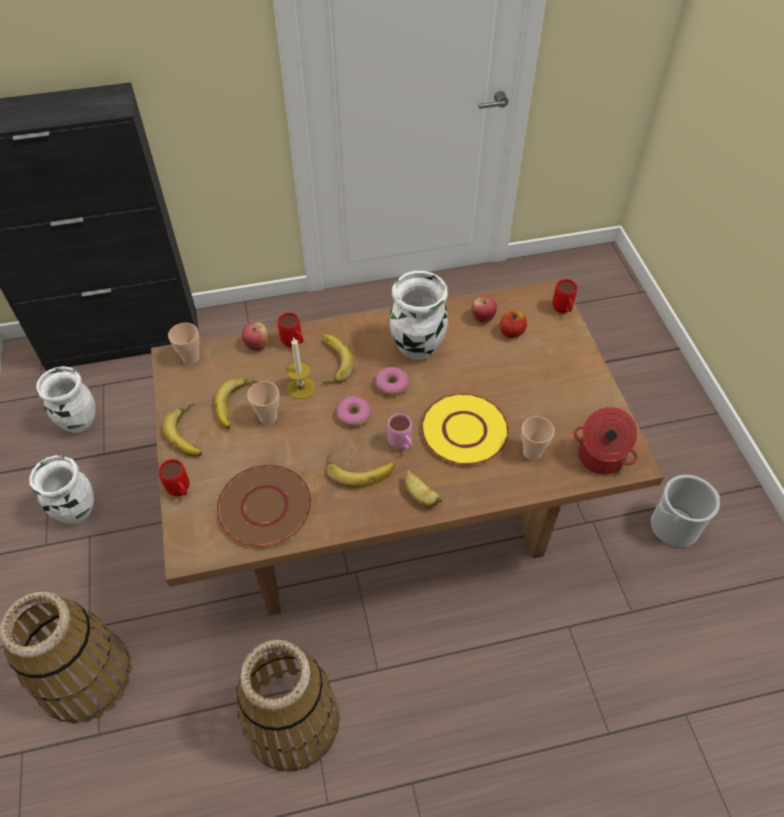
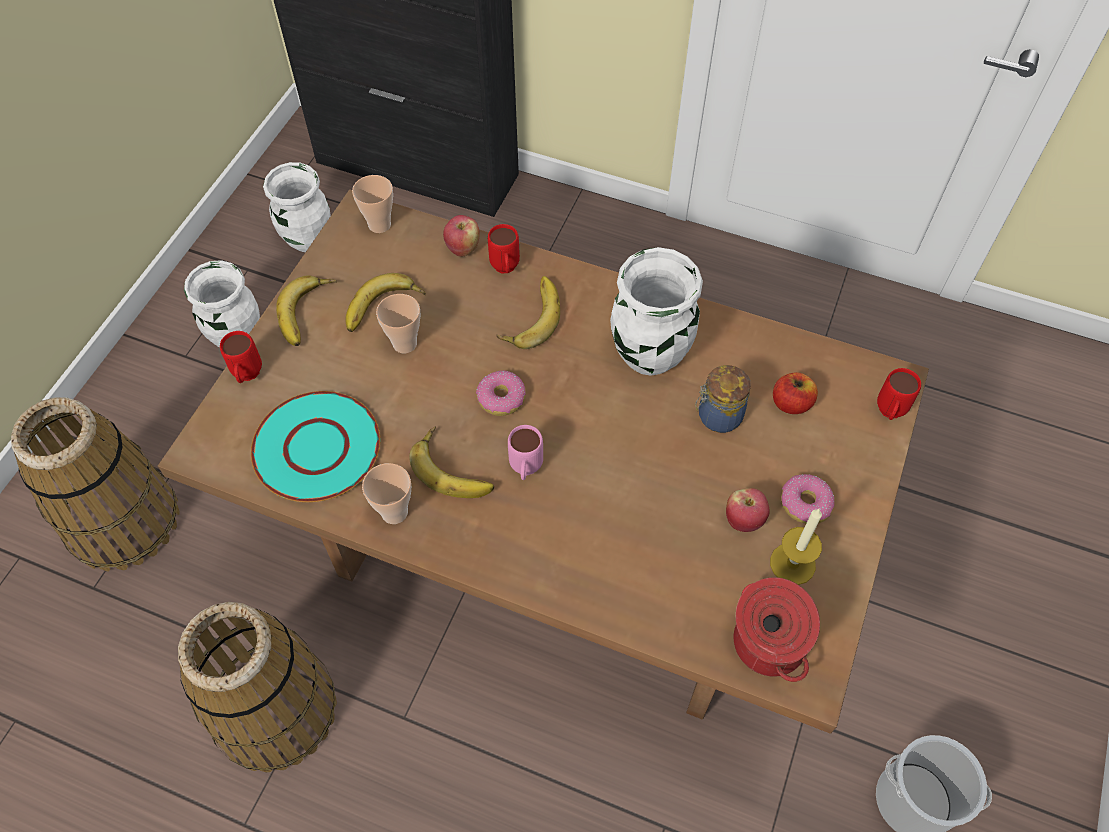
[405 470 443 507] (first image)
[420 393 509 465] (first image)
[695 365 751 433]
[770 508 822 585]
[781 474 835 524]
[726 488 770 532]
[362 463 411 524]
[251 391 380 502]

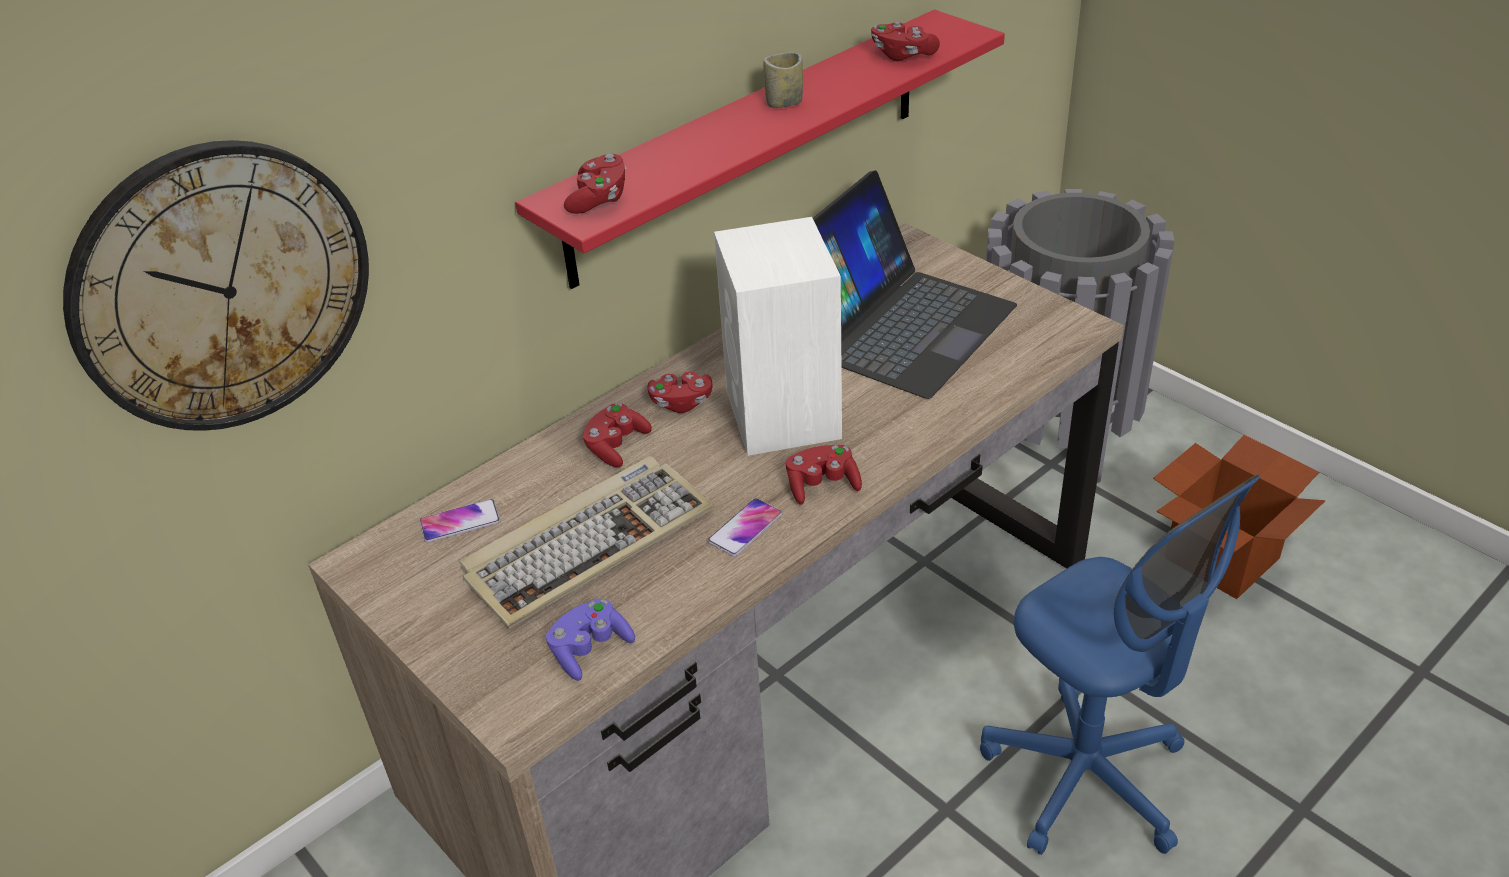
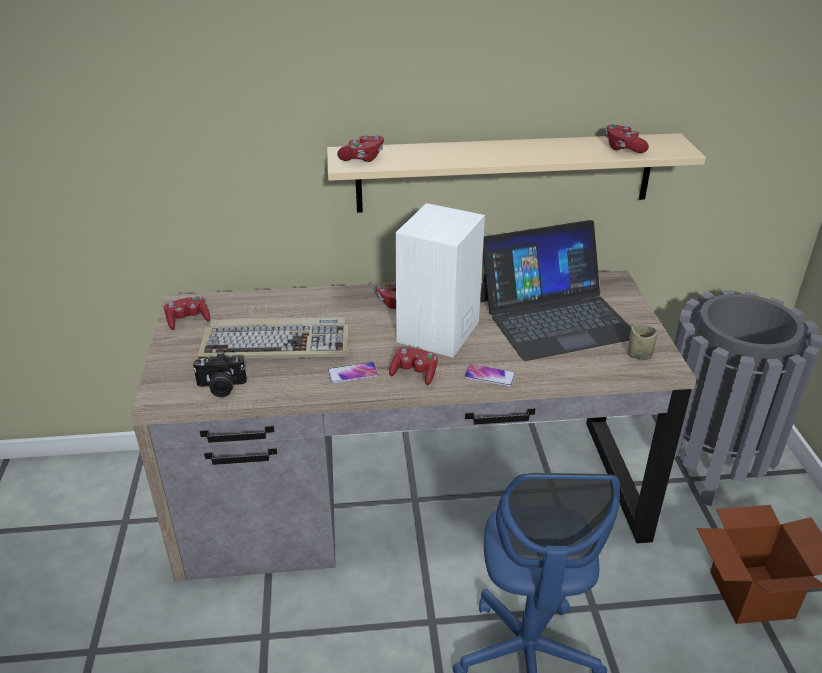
[63 140 369 431] (first image)
[464 364 516 387]
[164 296 210 330]
[628 324 658 360]
[193 353 247 397]
[327 133 706 213]

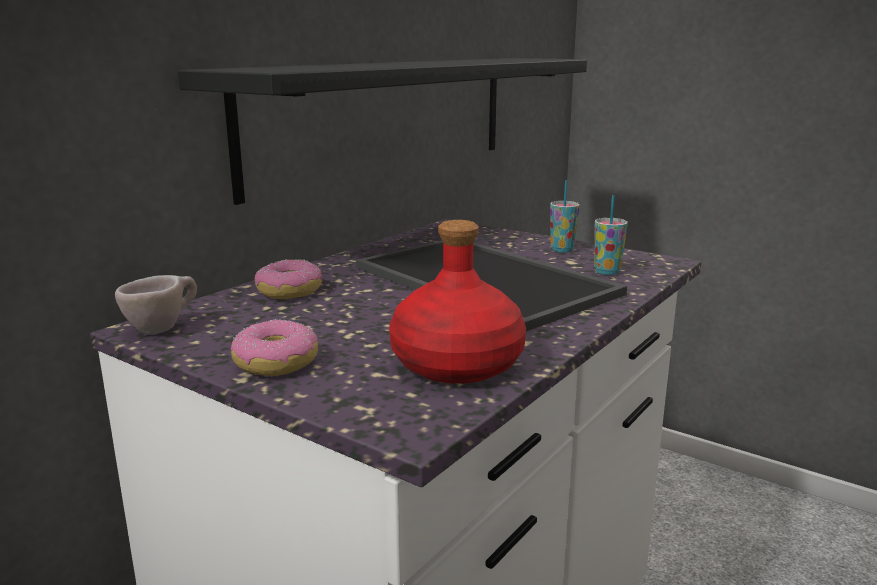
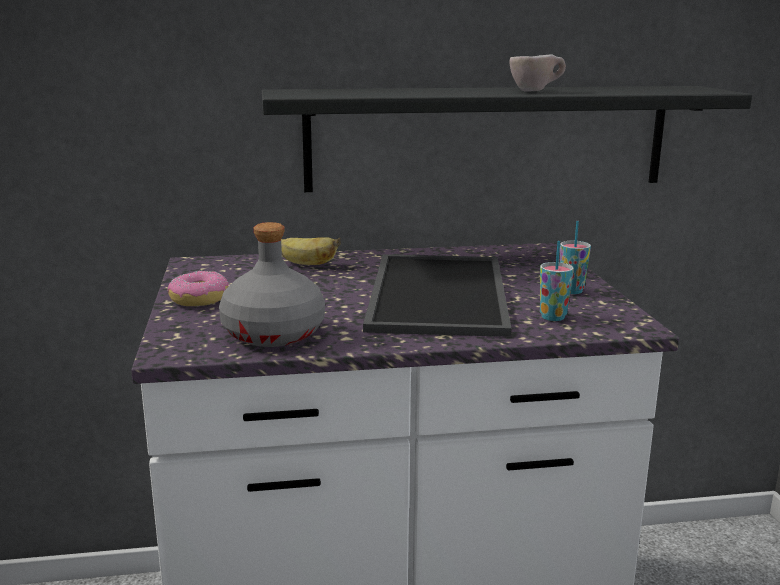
[509 54 566 92]
[281 237 341 265]
[219 222 325 347]

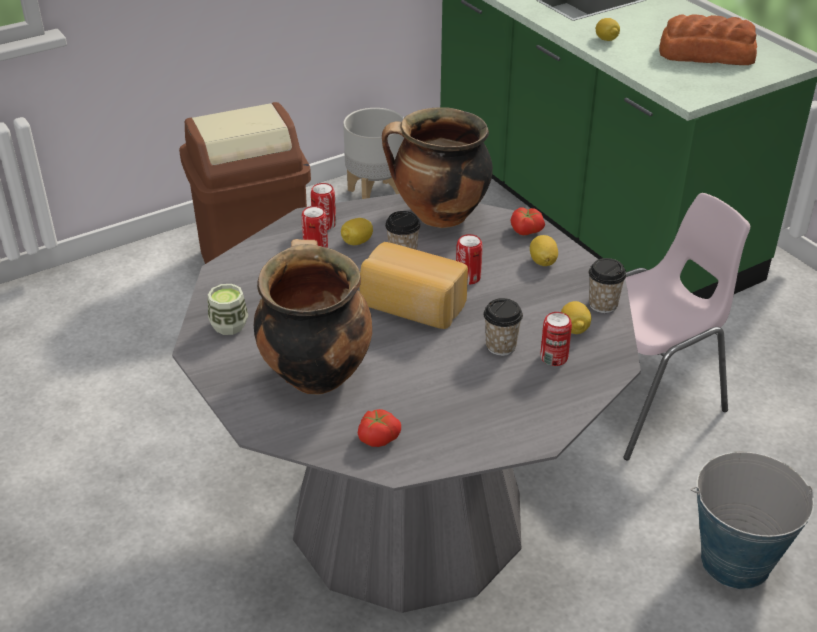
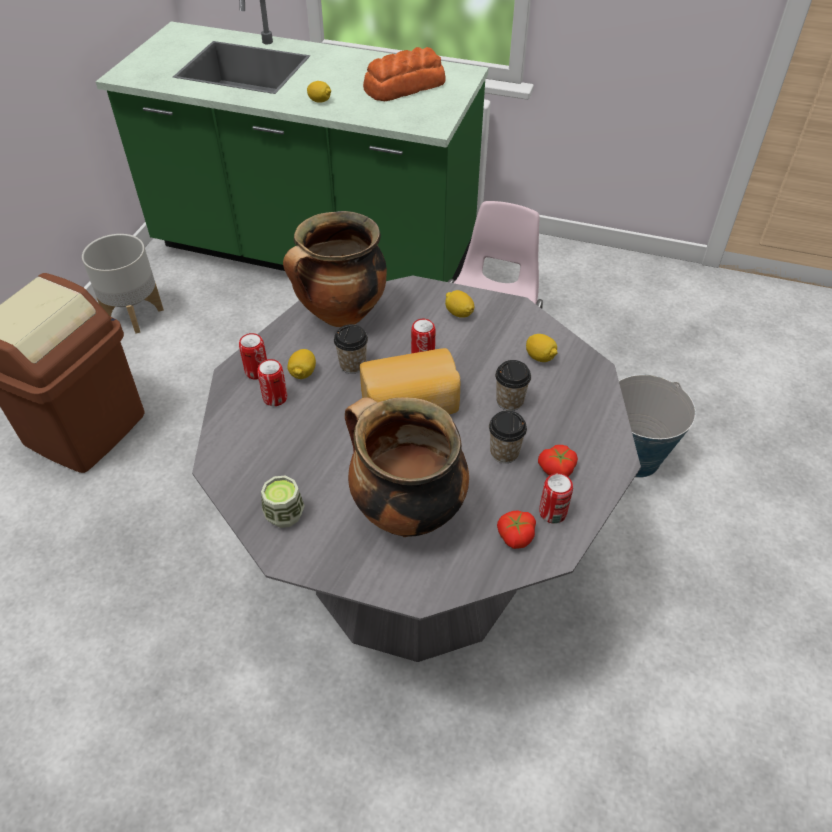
[538 445 578 477]
[539 473 573 524]
[489 410 527 463]

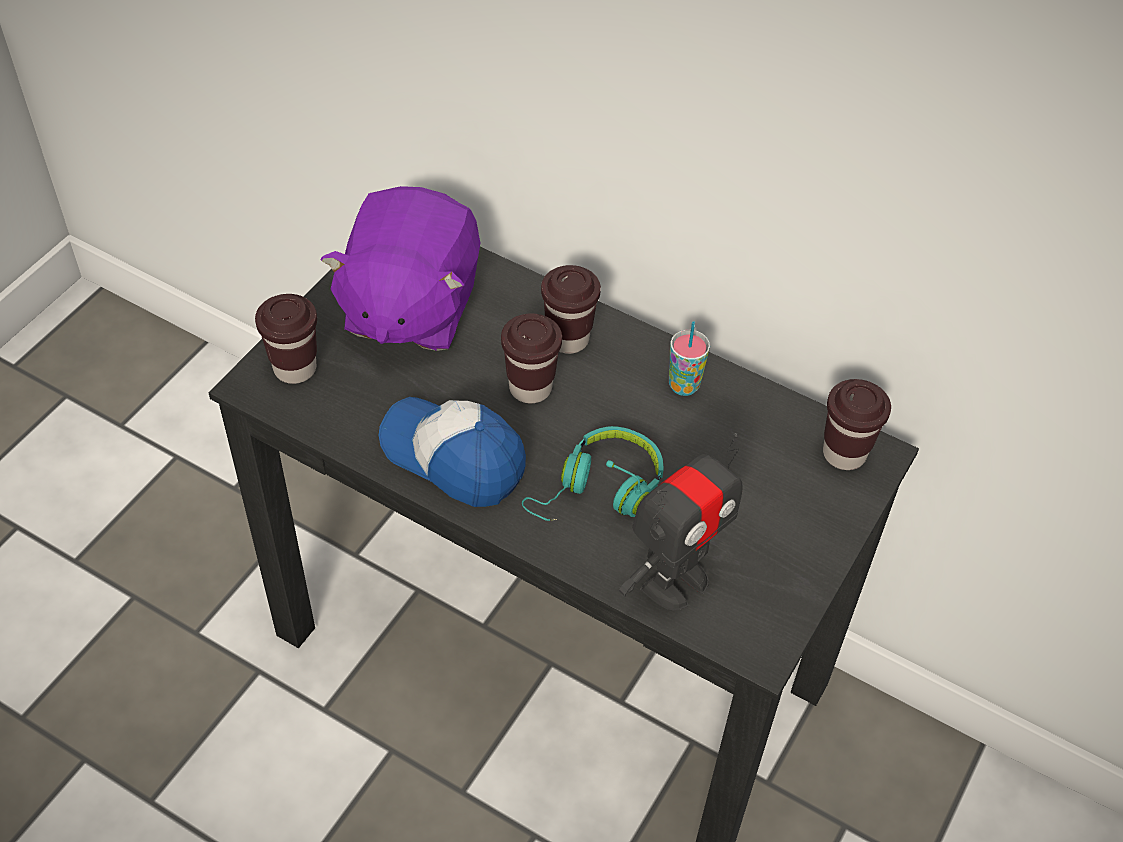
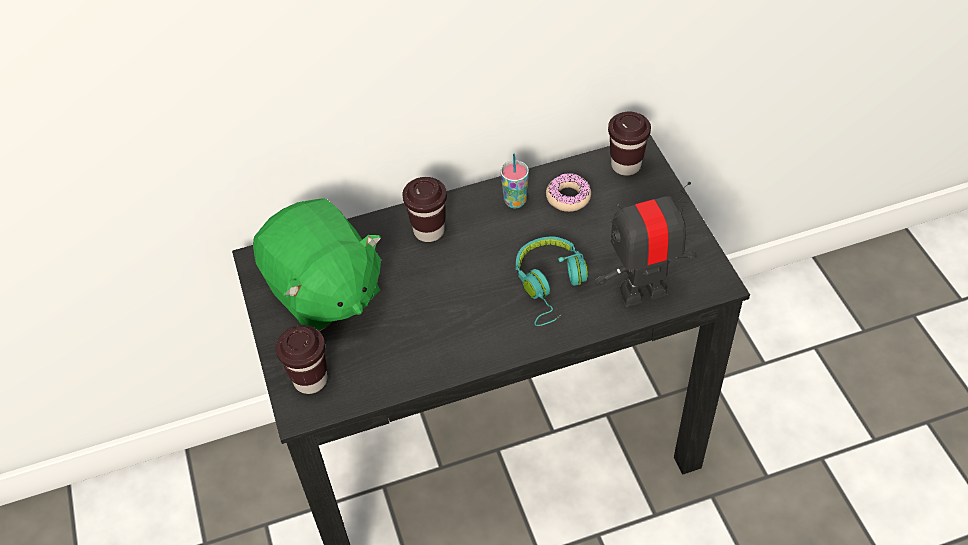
[379 397 526 507] (first image)
[501 314 562 403] (first image)
[546 173 591 212]
[253 198 381 331]
[595 182 697 306]

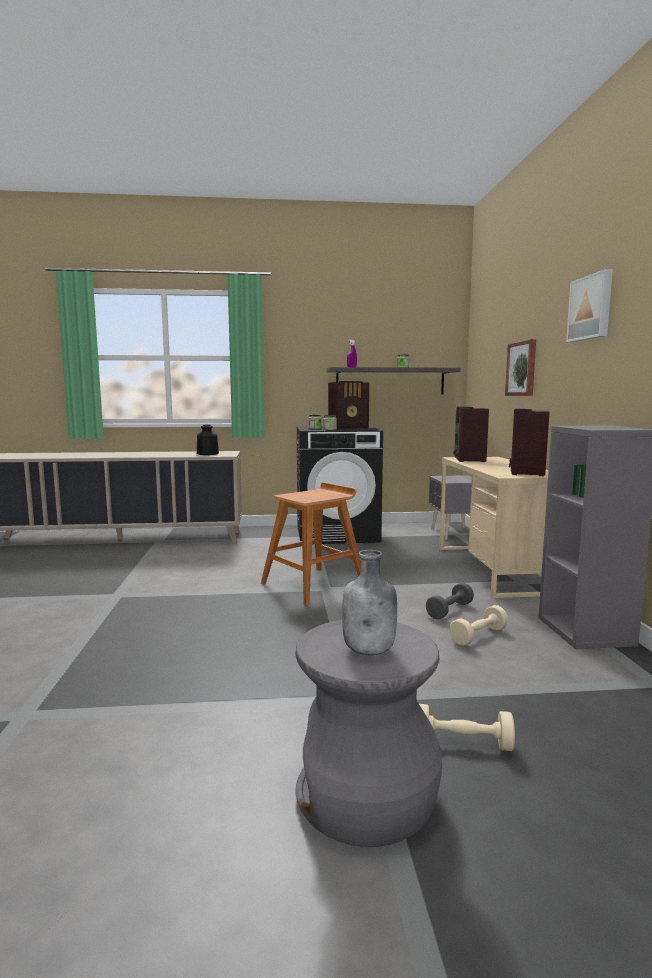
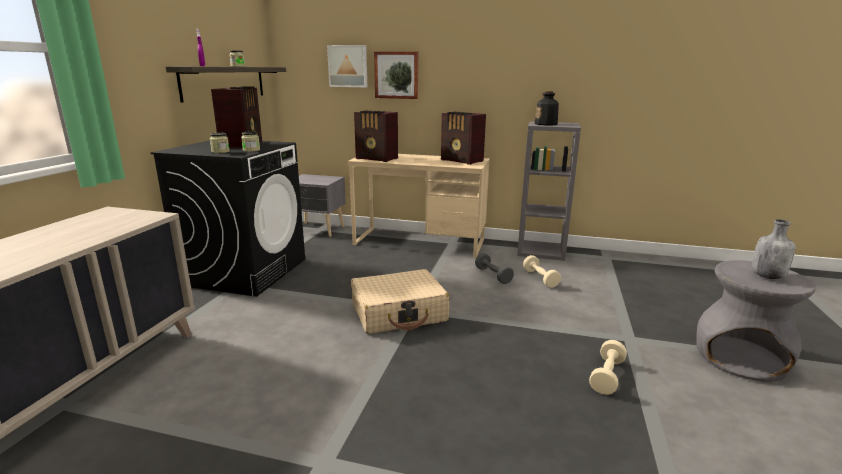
[535 91 559 125]
[589 340 627 395]
[327 45 367 87]
[351 269 449 334]

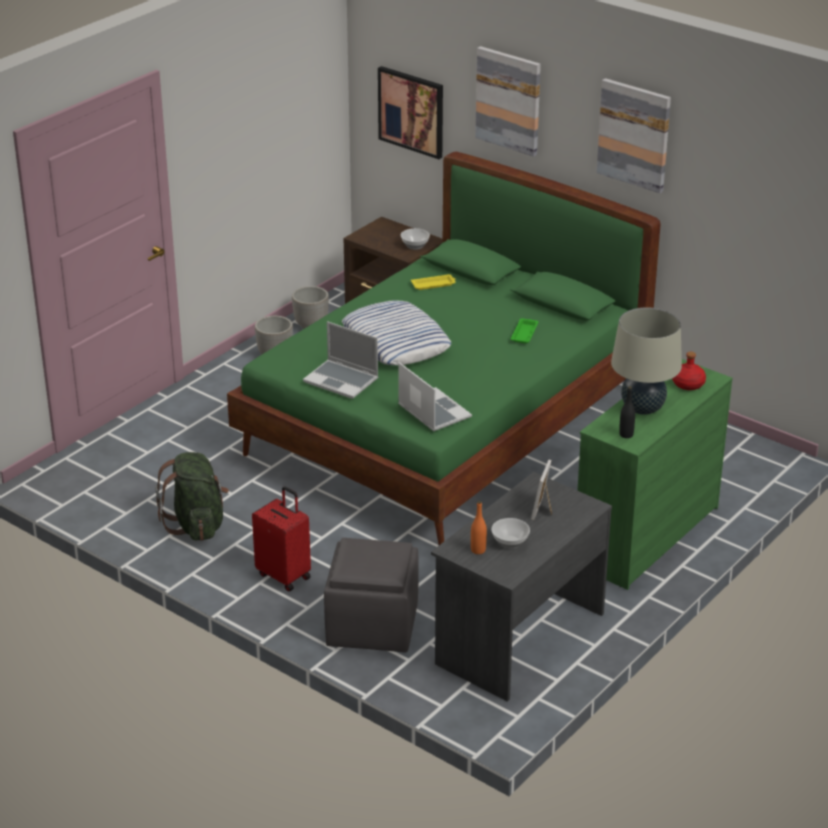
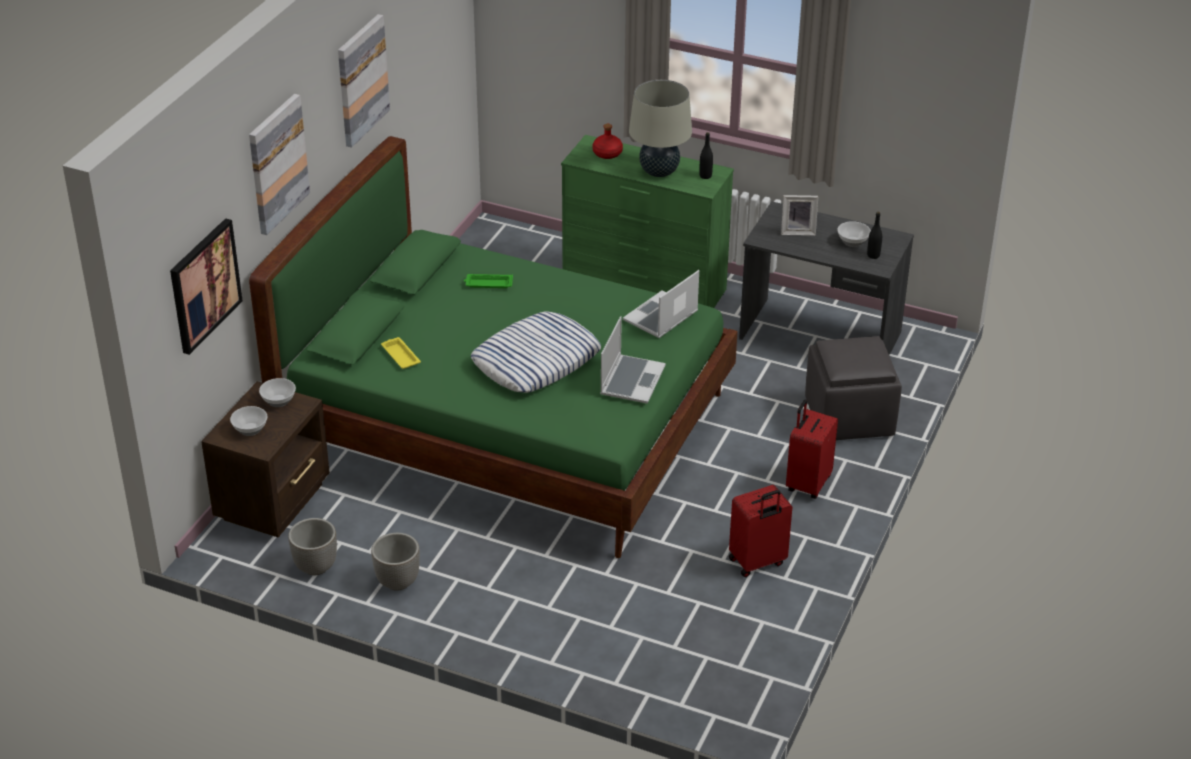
[230 406 267 436]
[729 485 792 577]
[867 212 882 259]

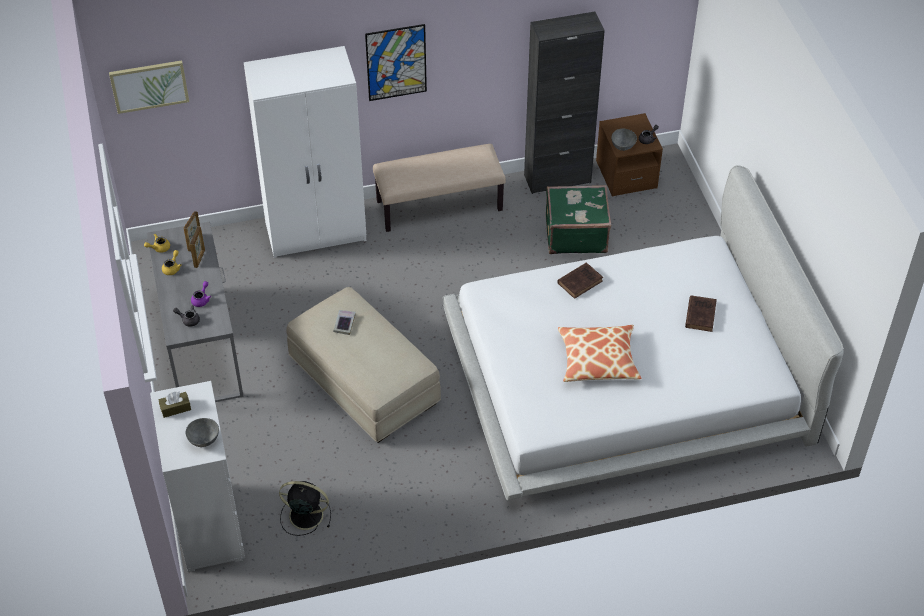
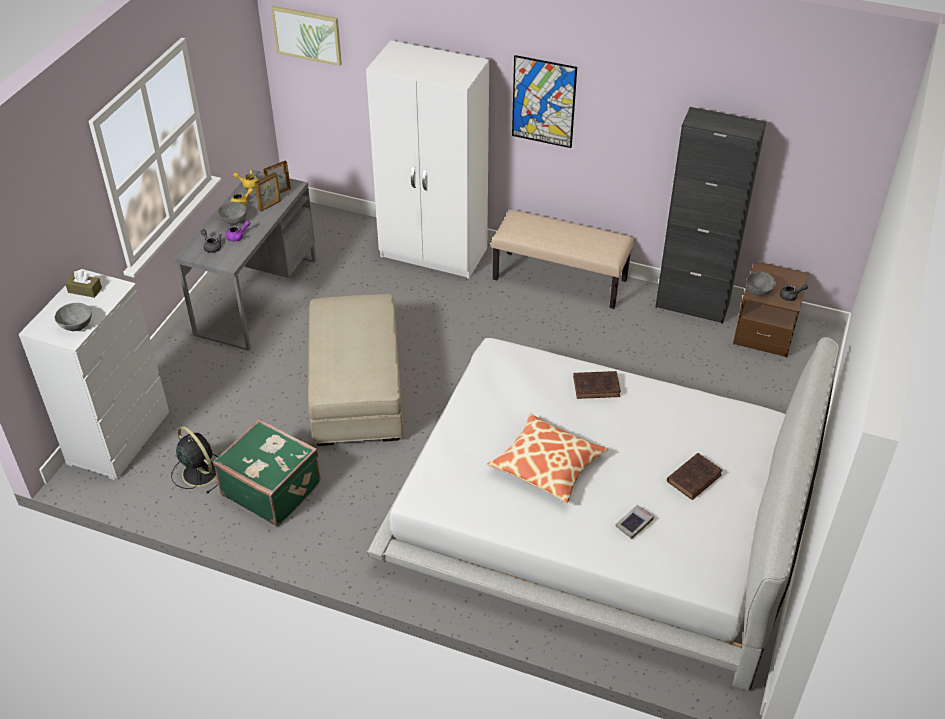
[218 201 247 224]
[615 505 654 539]
[213 419 320 526]

